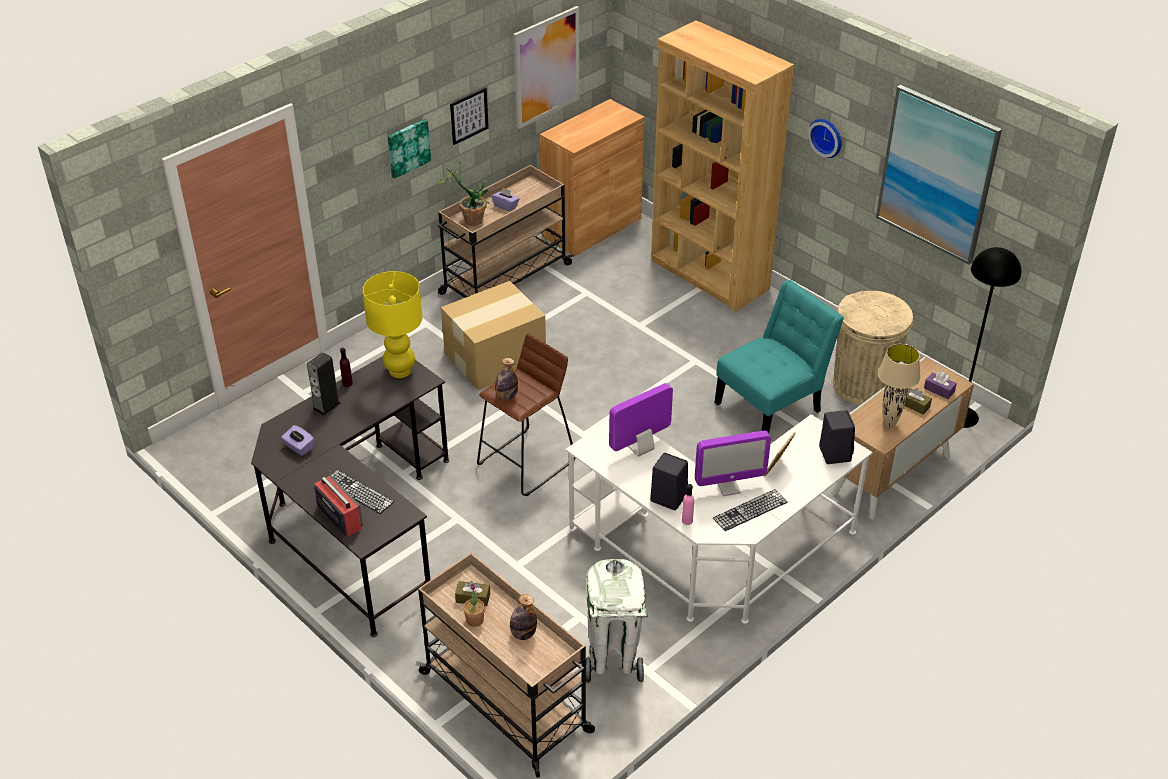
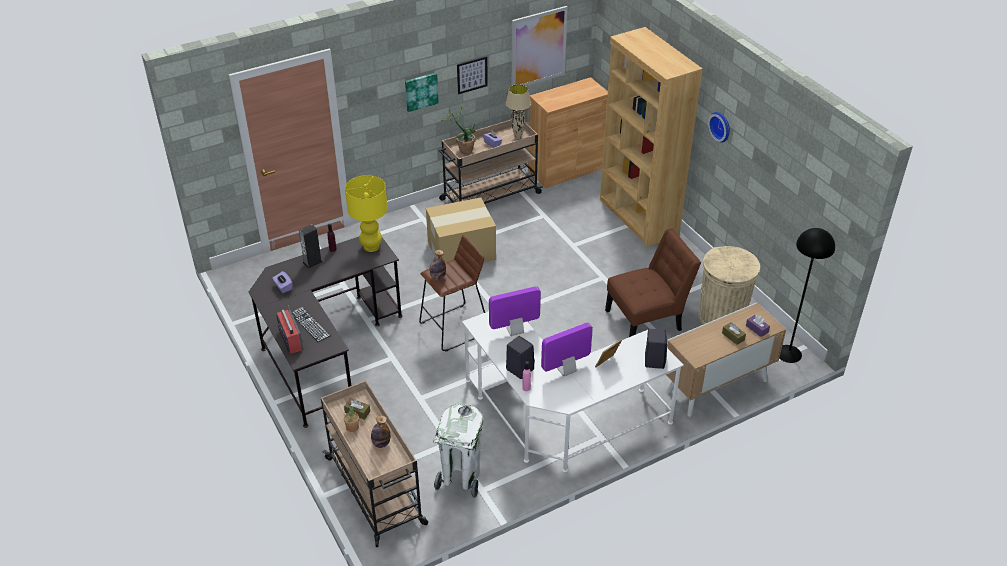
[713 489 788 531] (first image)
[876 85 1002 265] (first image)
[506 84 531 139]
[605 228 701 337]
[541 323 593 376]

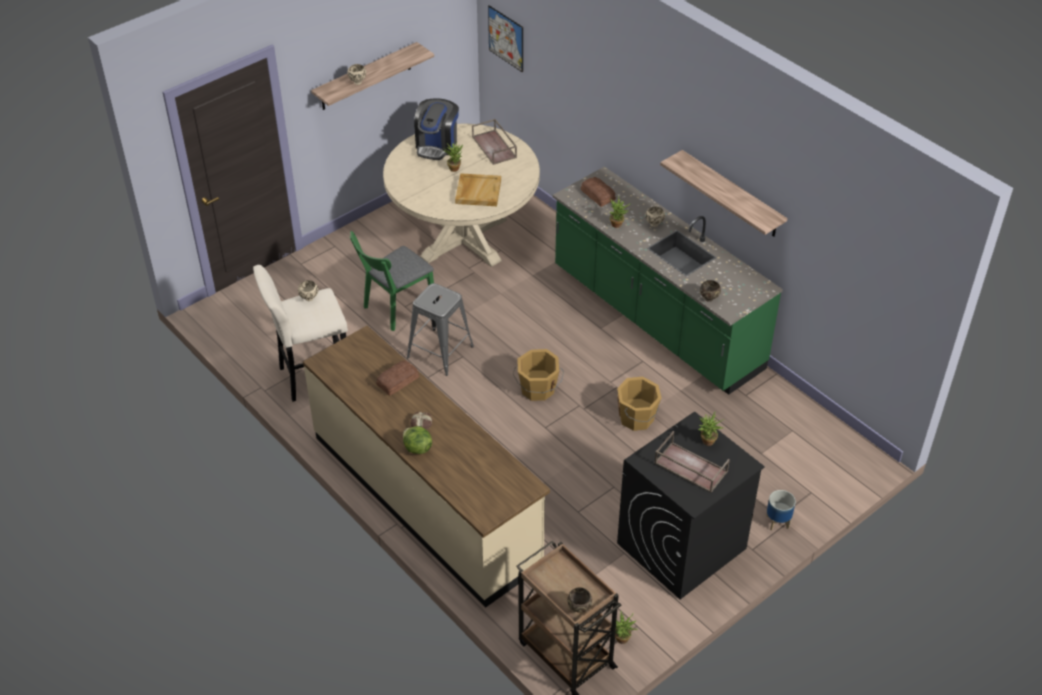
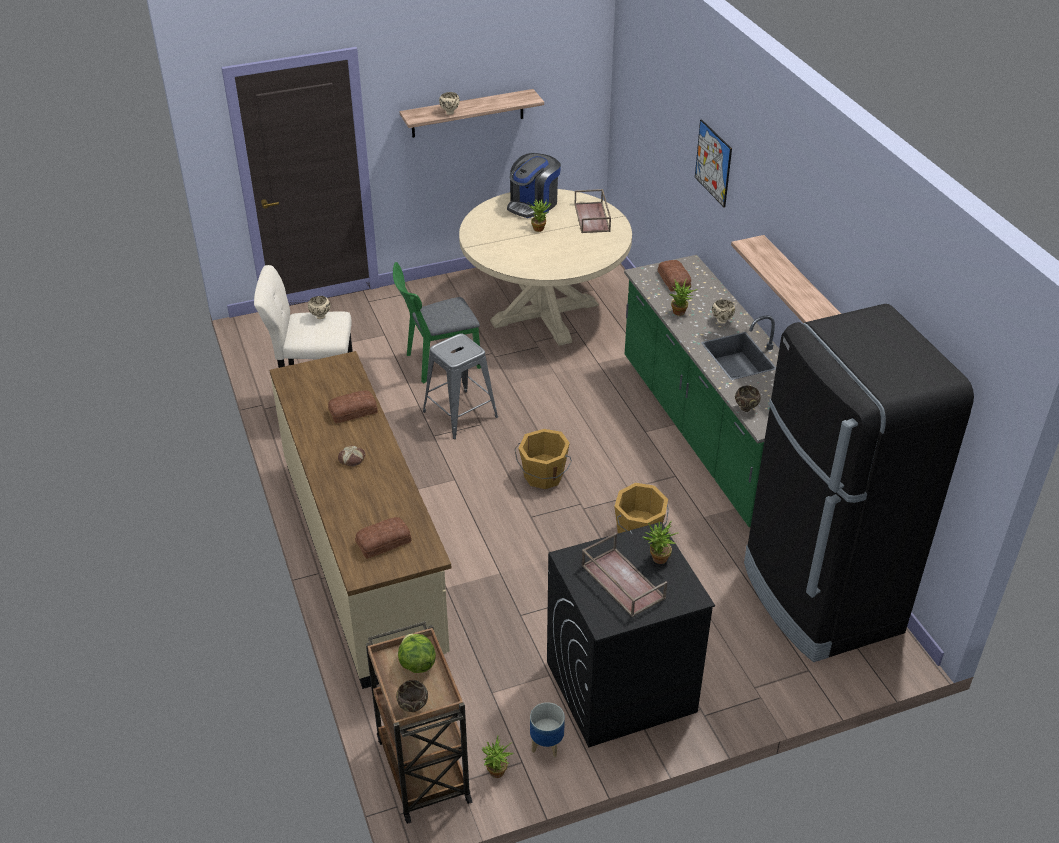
[455 173 501 206] (first image)
[355 517 412 559]
[744 304 974 662]
[398 634 436 673]
[695 119 732 207]
[530 702 565 757]

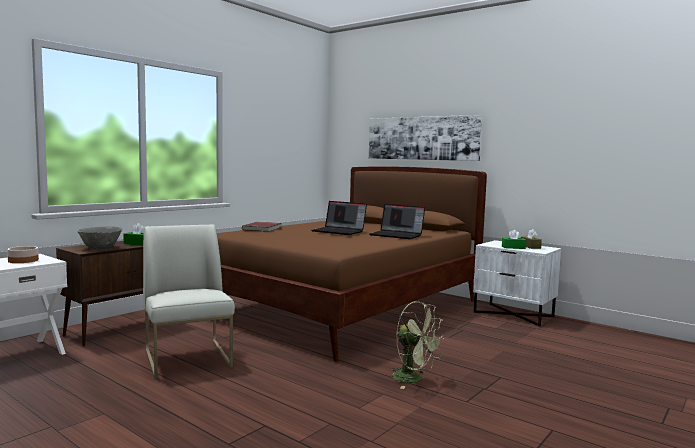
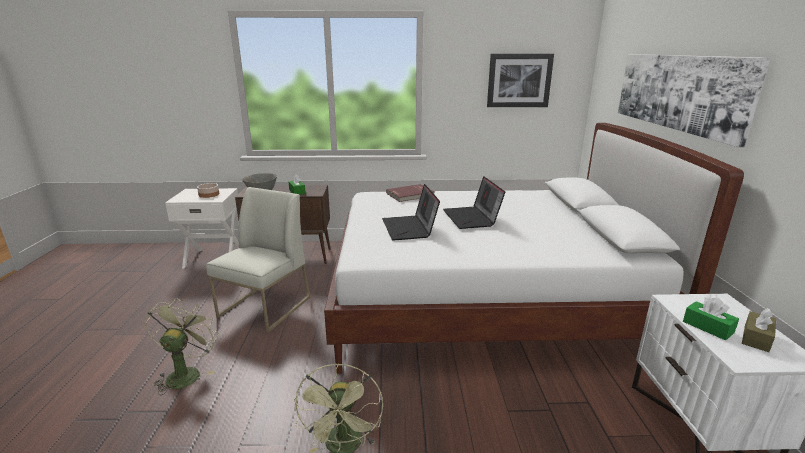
[145 298 219 395]
[487 54 554 107]
[382 184 440 241]
[324 123 744 374]

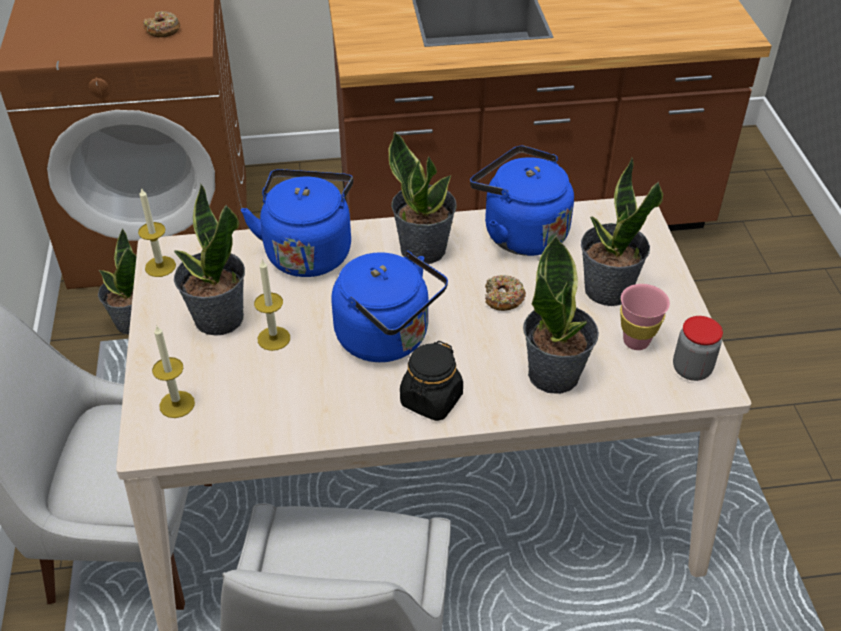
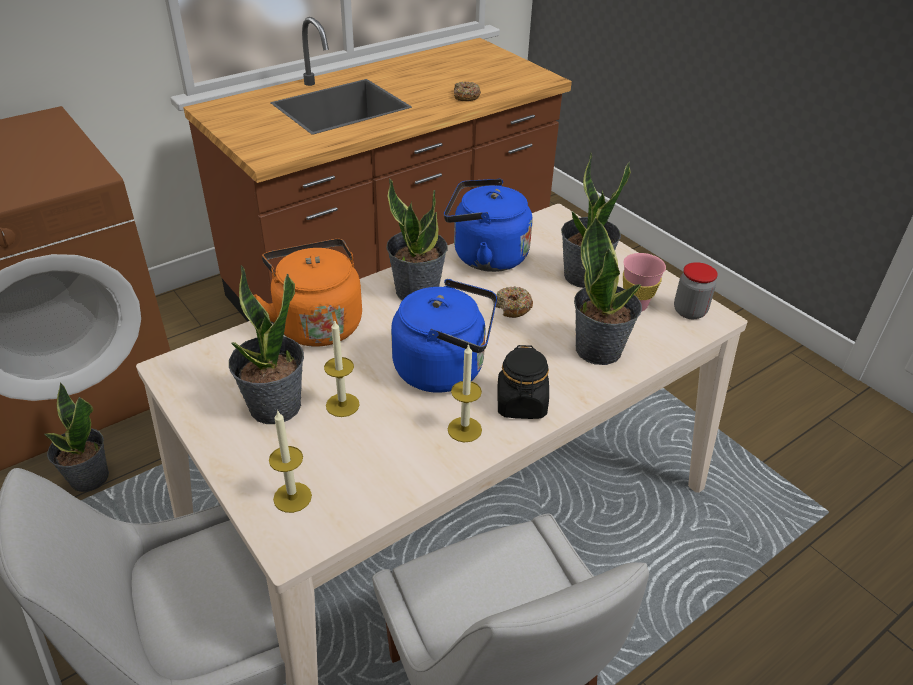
[448 344 482 443]
[454 81 481 101]
[253 239 362 347]

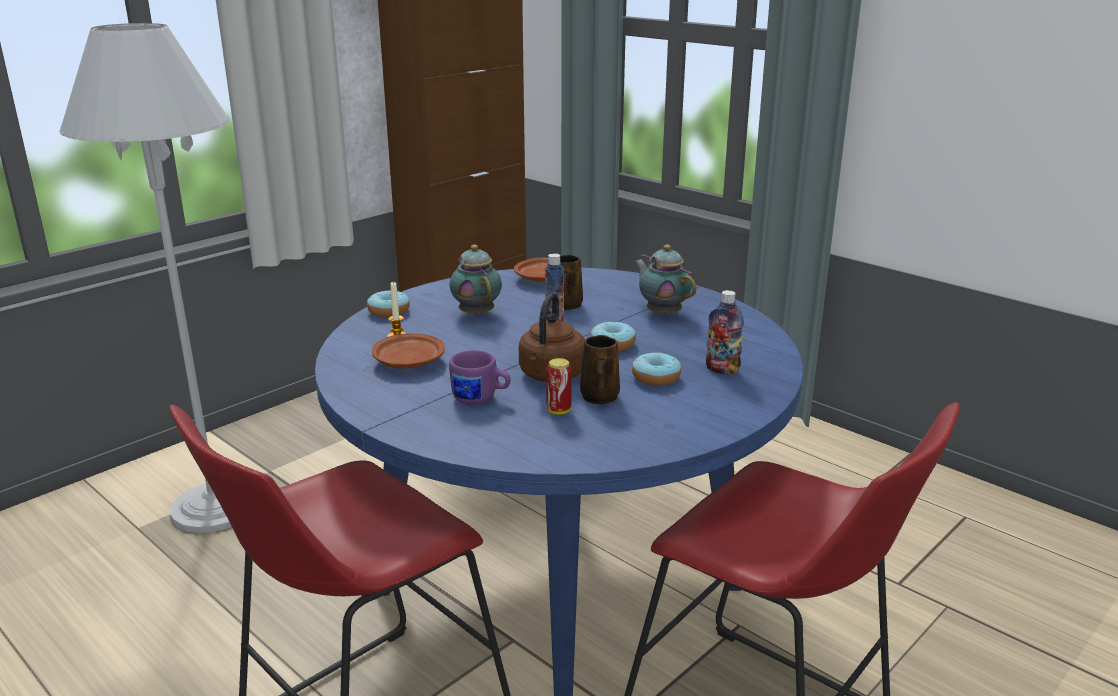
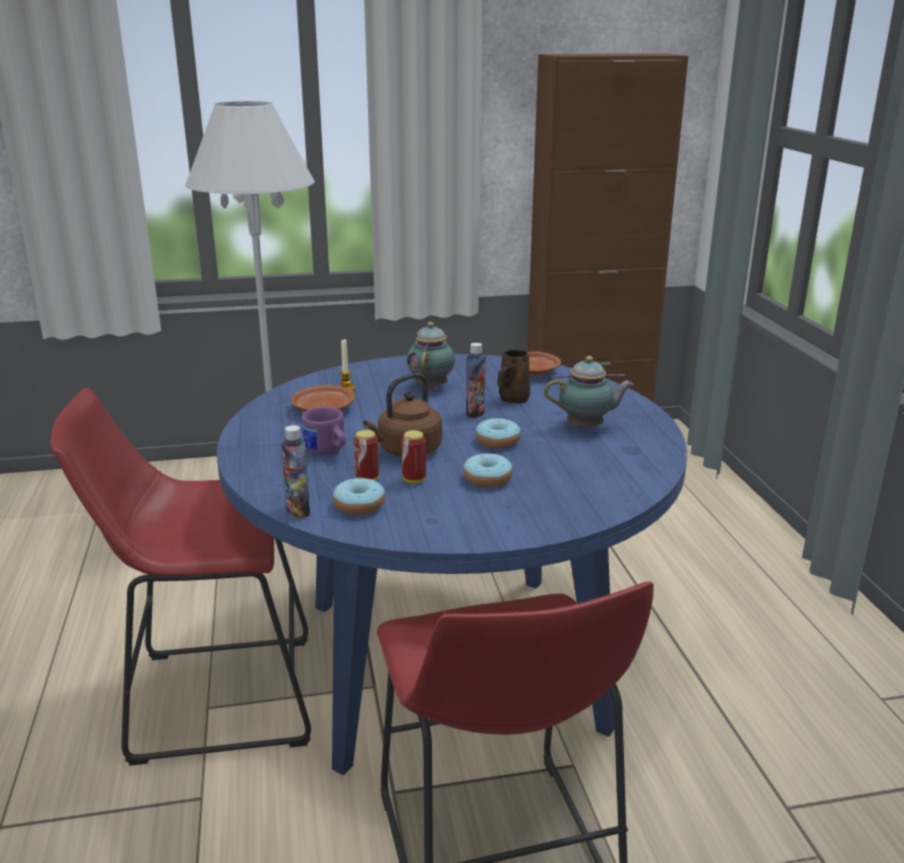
[333 478 385 515]
[281 425 310 518]
[401 430 426 483]
[544 356 634 428]

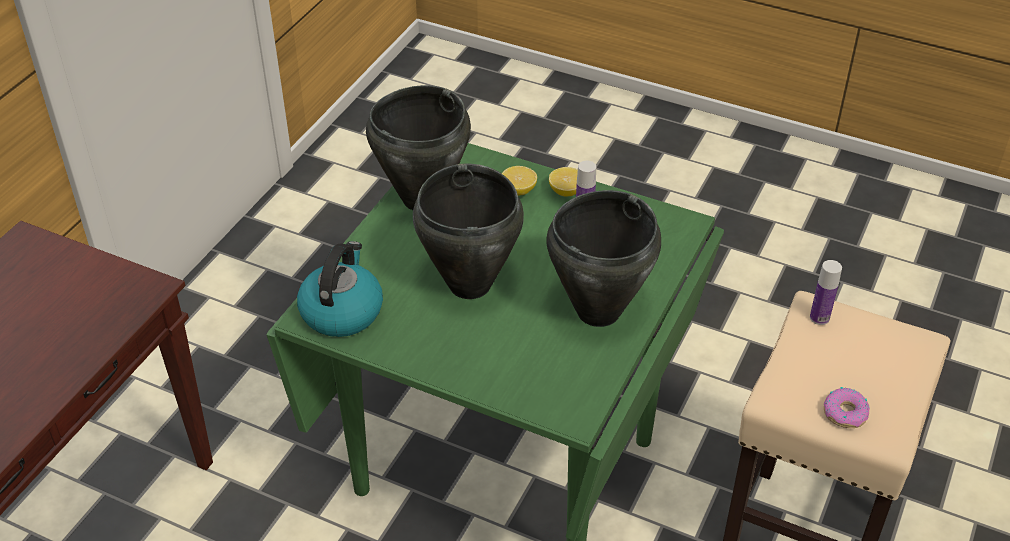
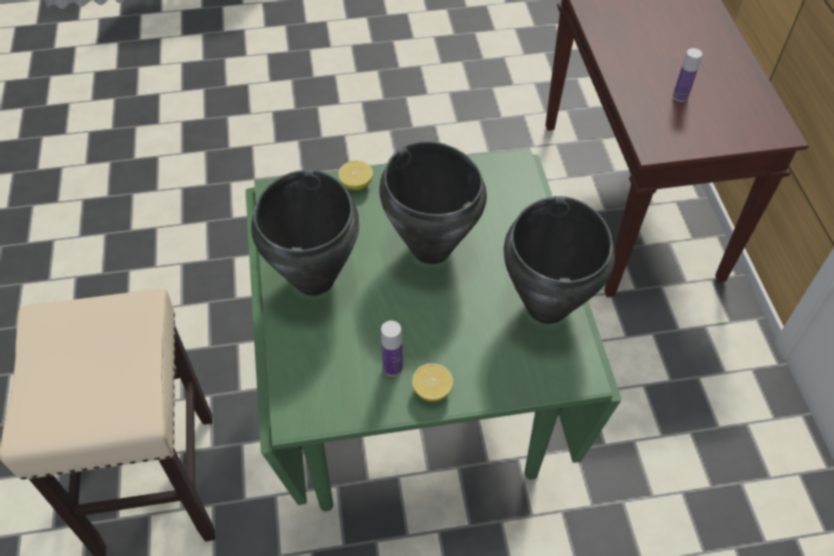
[297 241 383 337] (first image)
[824 387 870 428] (first image)
[338 161 373 190]
[673 48 702 102]

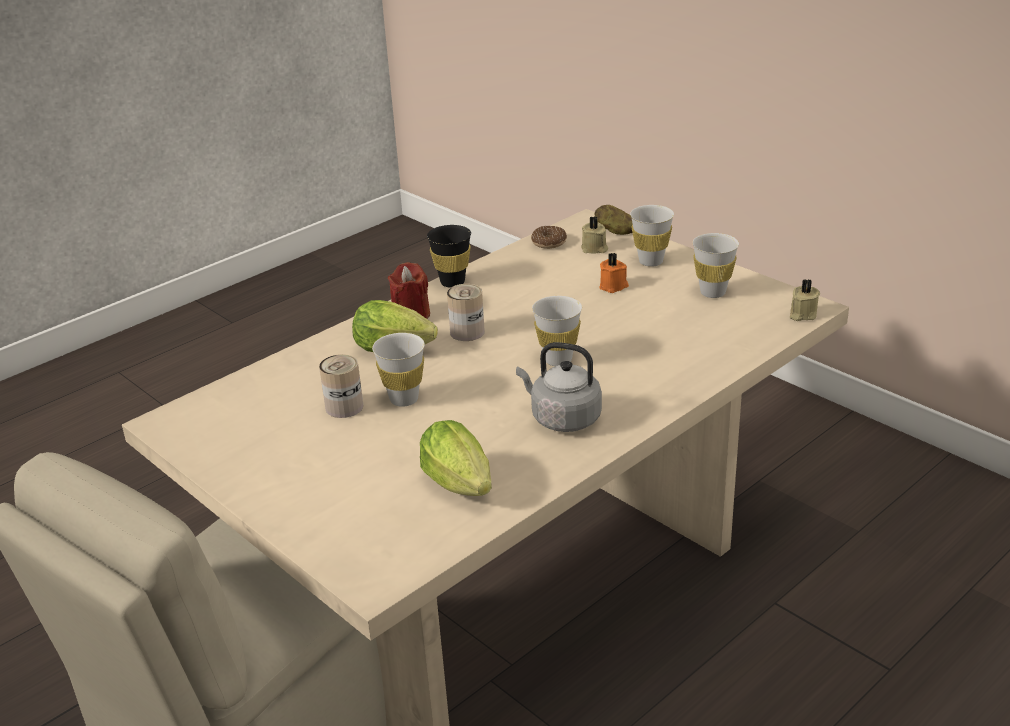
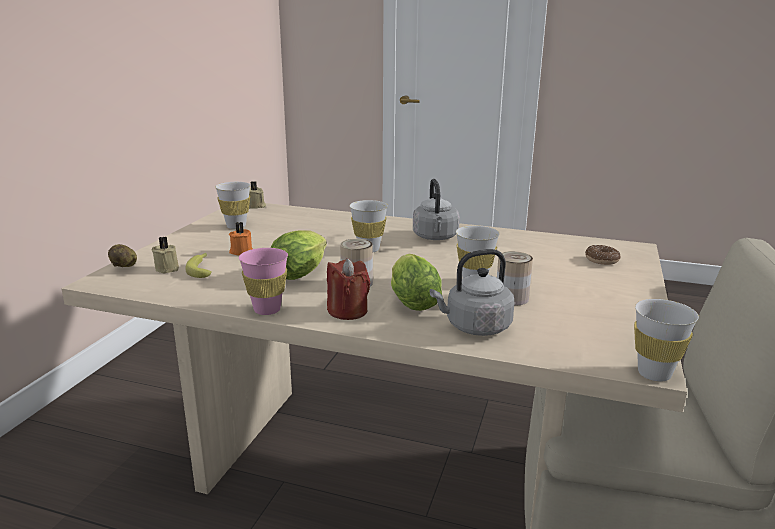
[186 253 212 278]
[430 249 514 336]
[271 230 327 280]
[585 245 621 265]
[634 299 699 382]
[239 248 288 315]

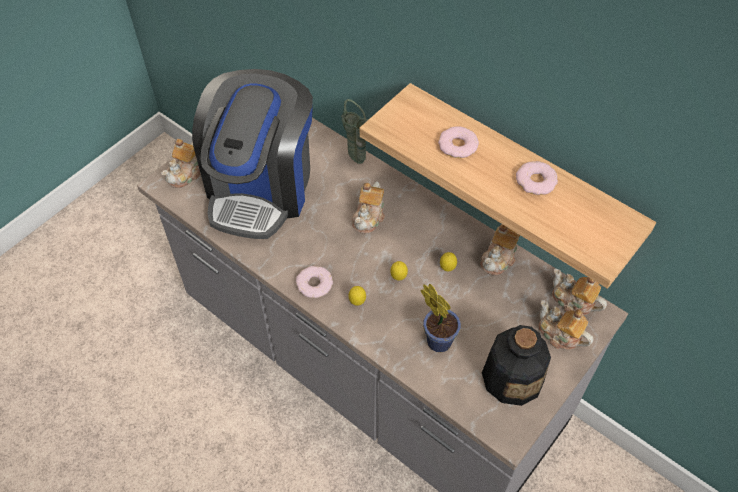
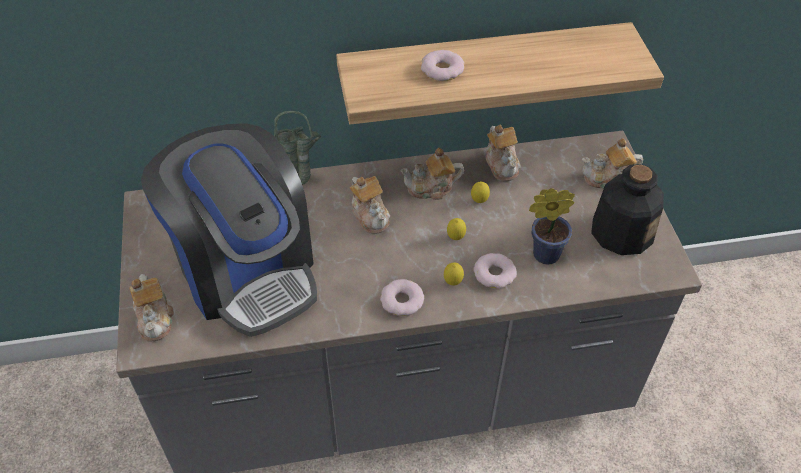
[473 253 517 289]
[401 148 464 200]

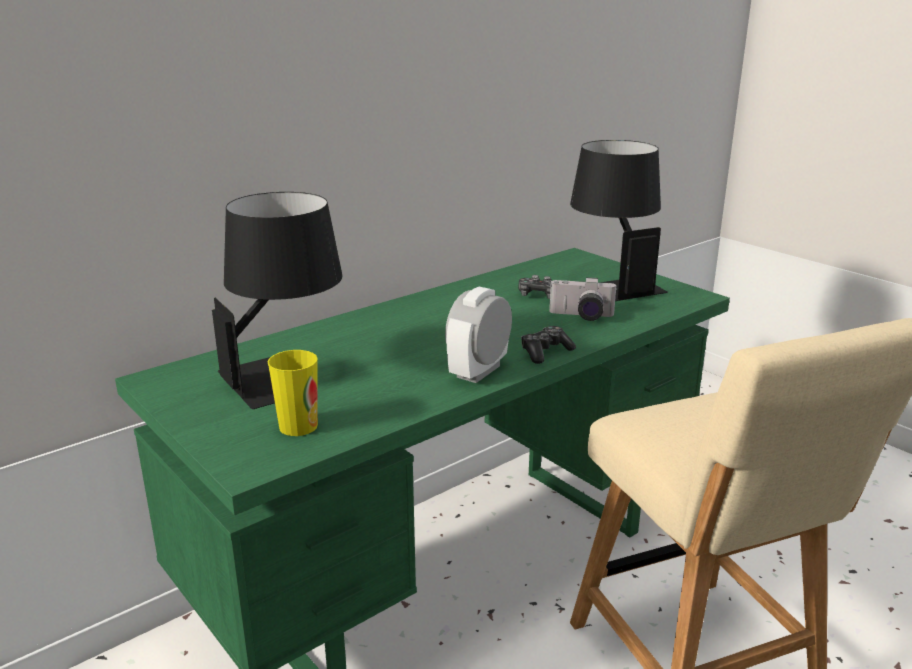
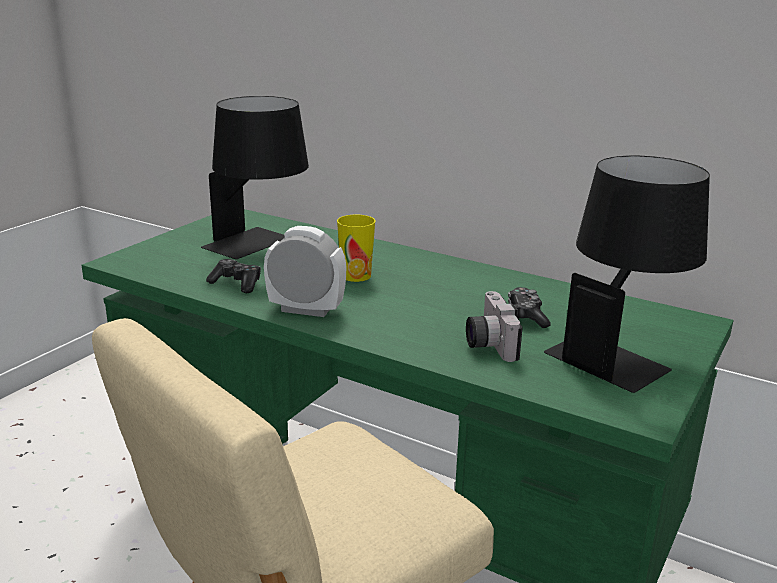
[337 215 375 282]
[206 259 261 293]

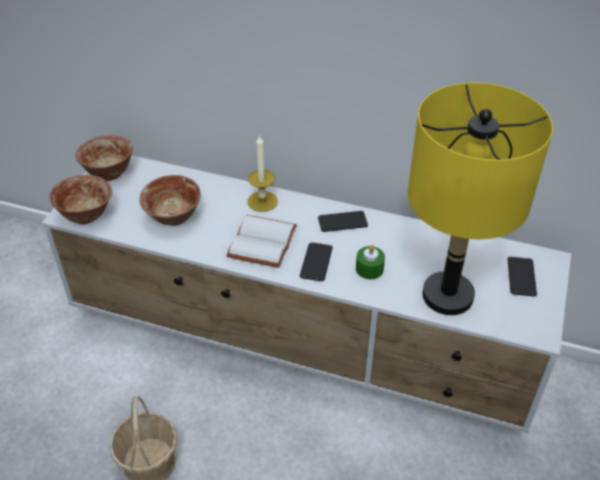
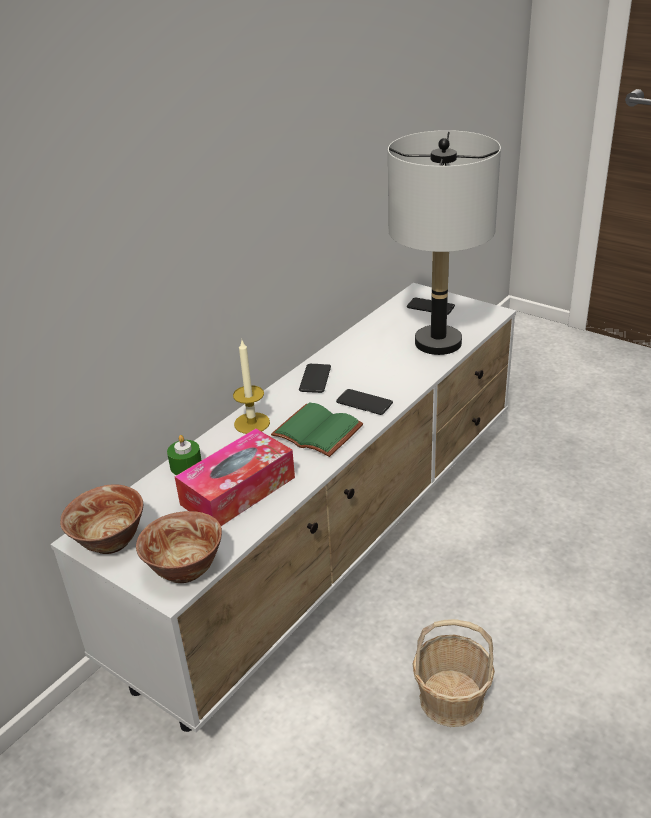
[167 435 202 475]
[175 429 295 526]
[271 403 363 457]
[388 130 501 355]

